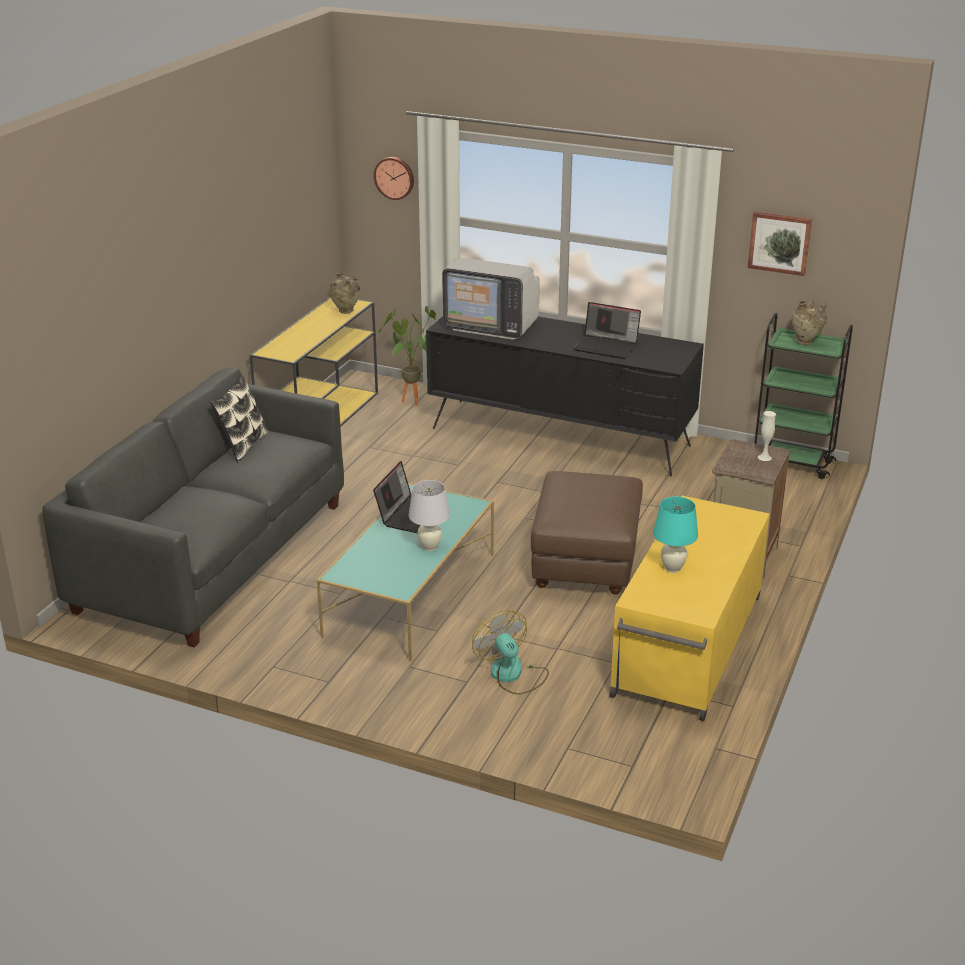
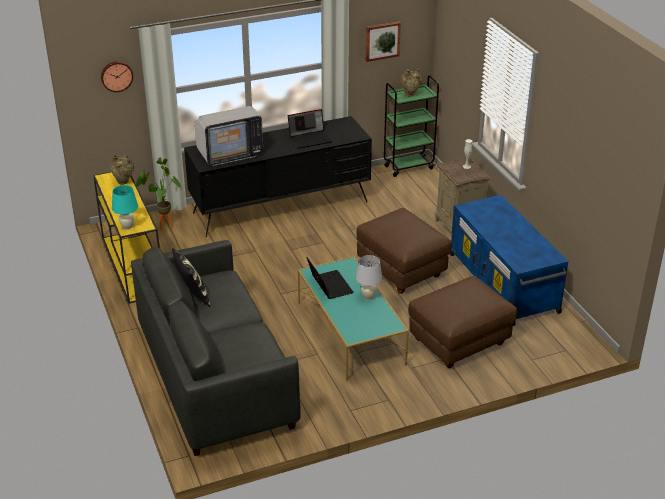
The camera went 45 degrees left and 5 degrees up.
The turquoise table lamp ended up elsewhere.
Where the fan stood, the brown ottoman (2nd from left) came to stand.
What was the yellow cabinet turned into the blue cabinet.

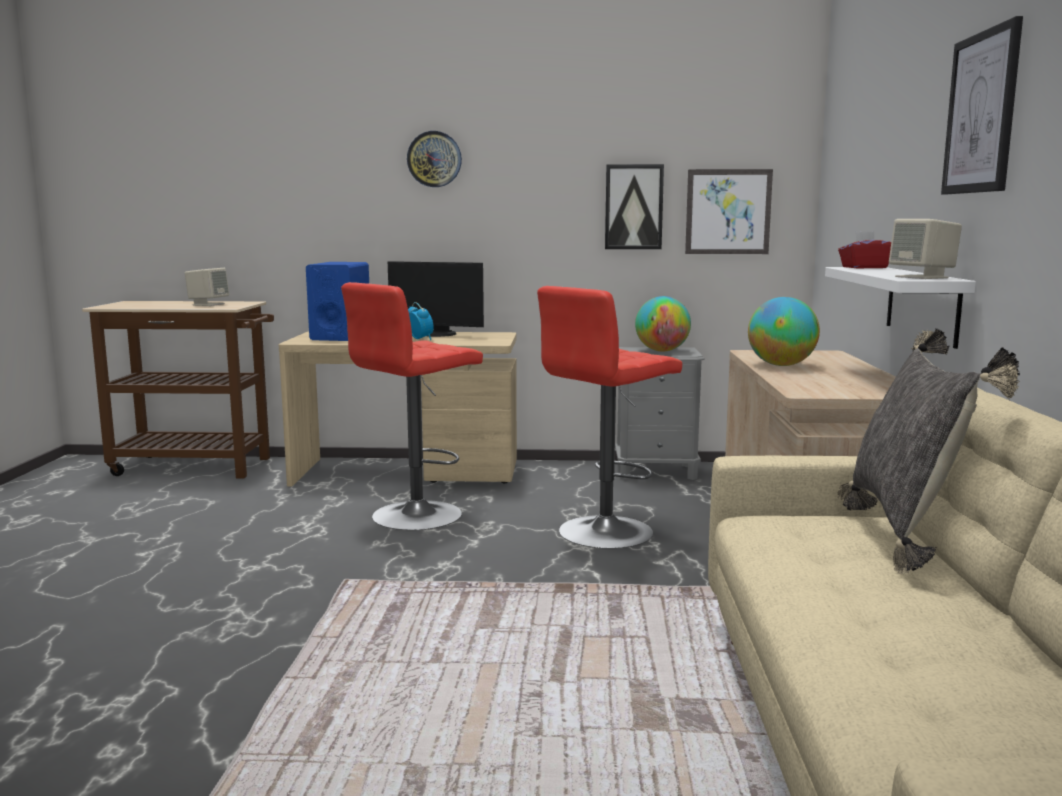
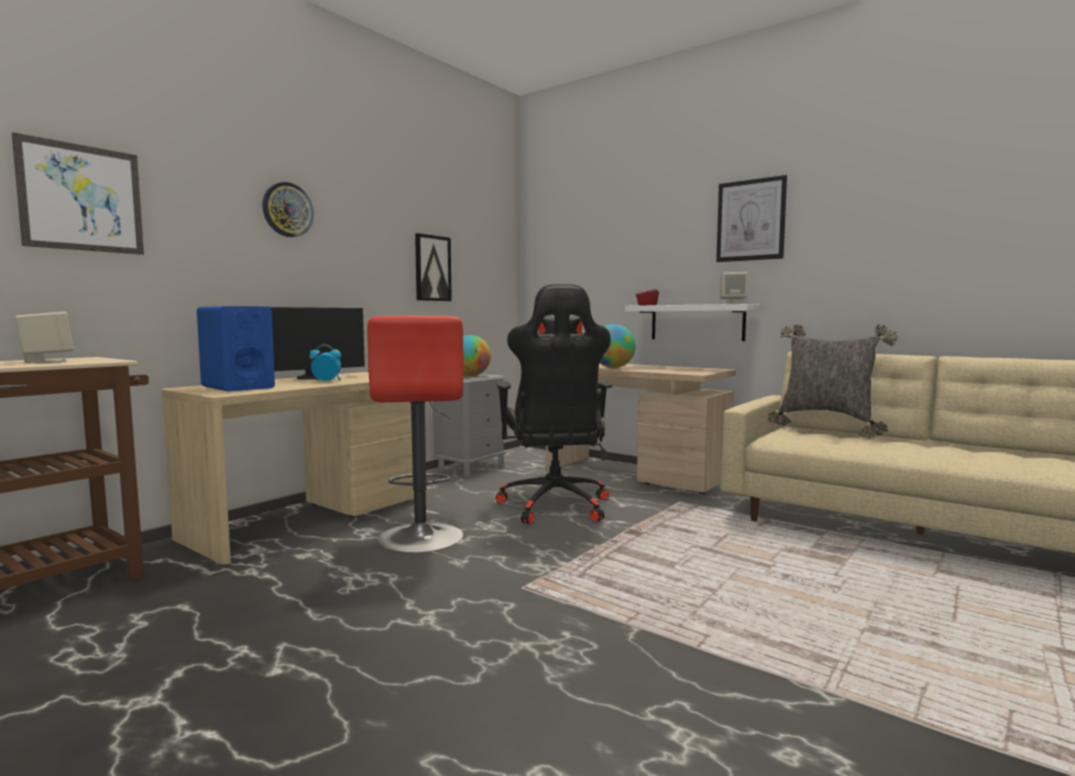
The camera went 55 degrees left and 5 degrees down.
The picture (2nd from left in the first image) ended up elsewhere.
Where the red stool (2nd from left) stood, the black office chair came to stand.

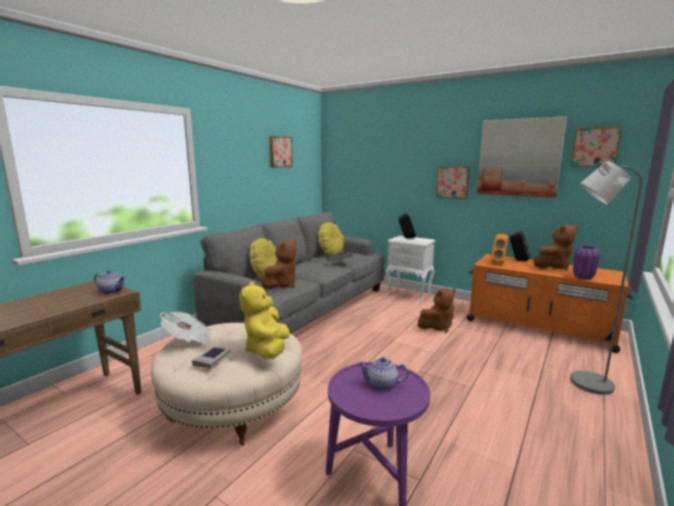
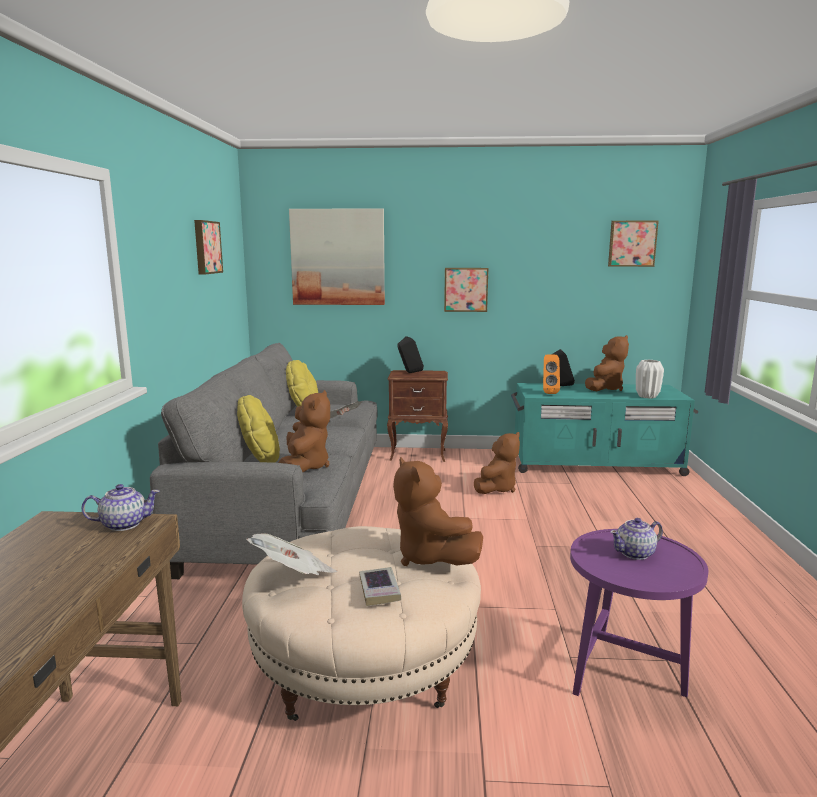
The camera went 30 degrees left and 0 degrees up.
The picture (3rd from left in the first image) ended up elsewhere.
What was the white nightstand turned into the brown nightstand.
What was the yellow plush toy turned into the brown plush toy (2nd from left).
What was the orange cabinet turned into the turquoise cabinet.
What was the purple vase turned into the white vase.
The second view lost the grey floor lamp.

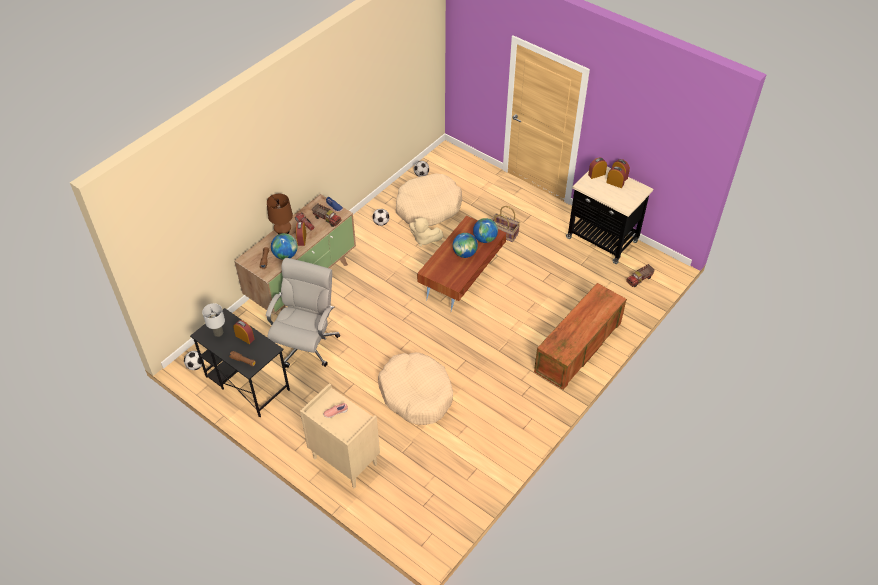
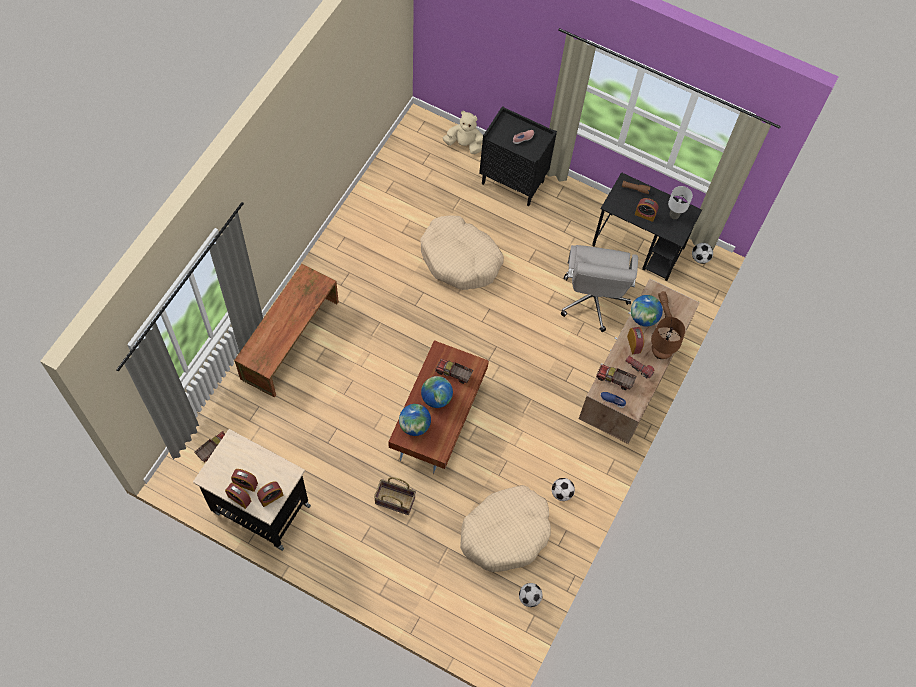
The camera went 165 degrees right and 15 degrees up.
The second view gained the toy truck (2nd from left).
The beige plush toy ended up elsewhere.
What was the beige cabinet turned into the black cabinet.

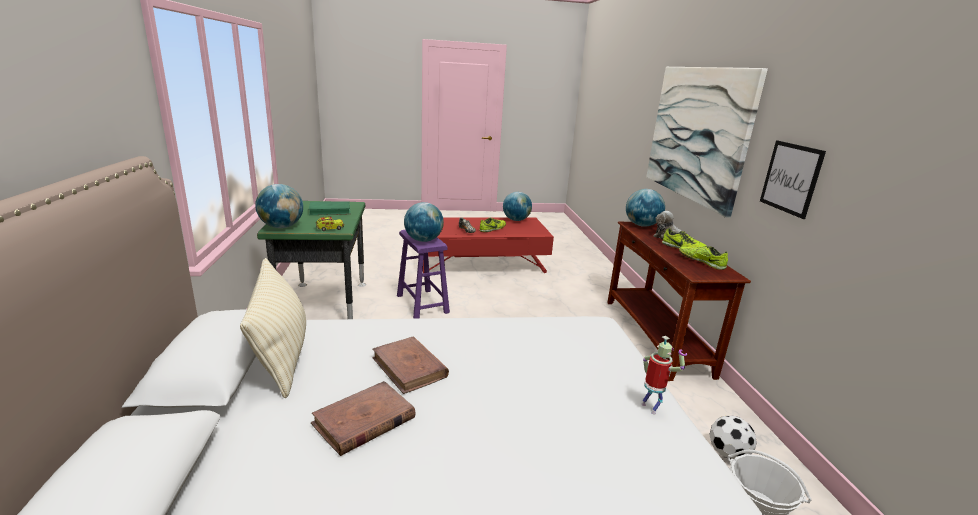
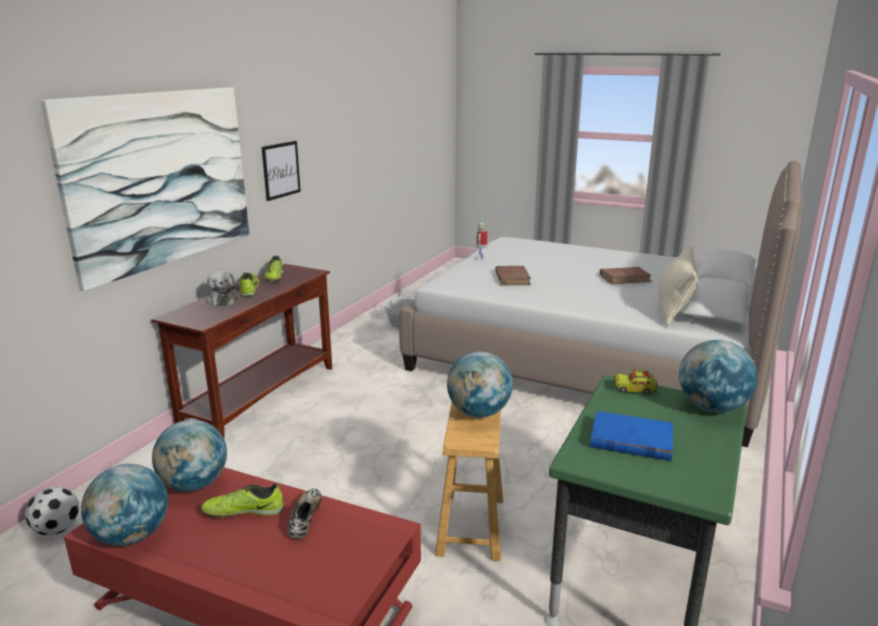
The camera went 145 degrees left and 0 degrees up.
The football ended up elsewhere.
The globe (4th from left in the first image) ended up elsewhere.
What was the purple stool turned into the brown stool.
The brown book (2nd from left in the first image) ended up elsewhere.
What was the green book turned into the blue book.

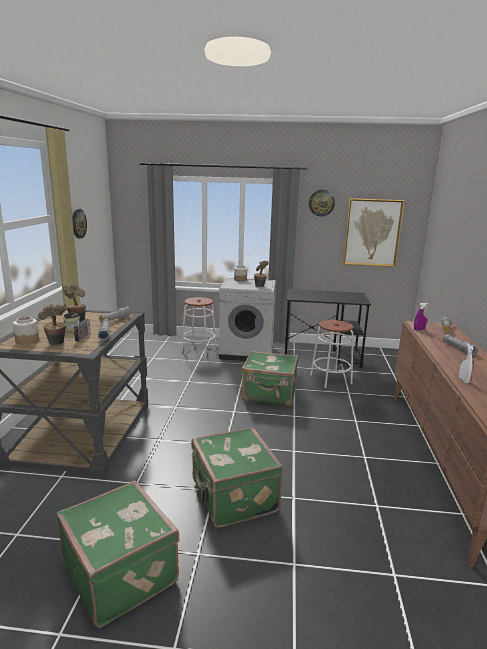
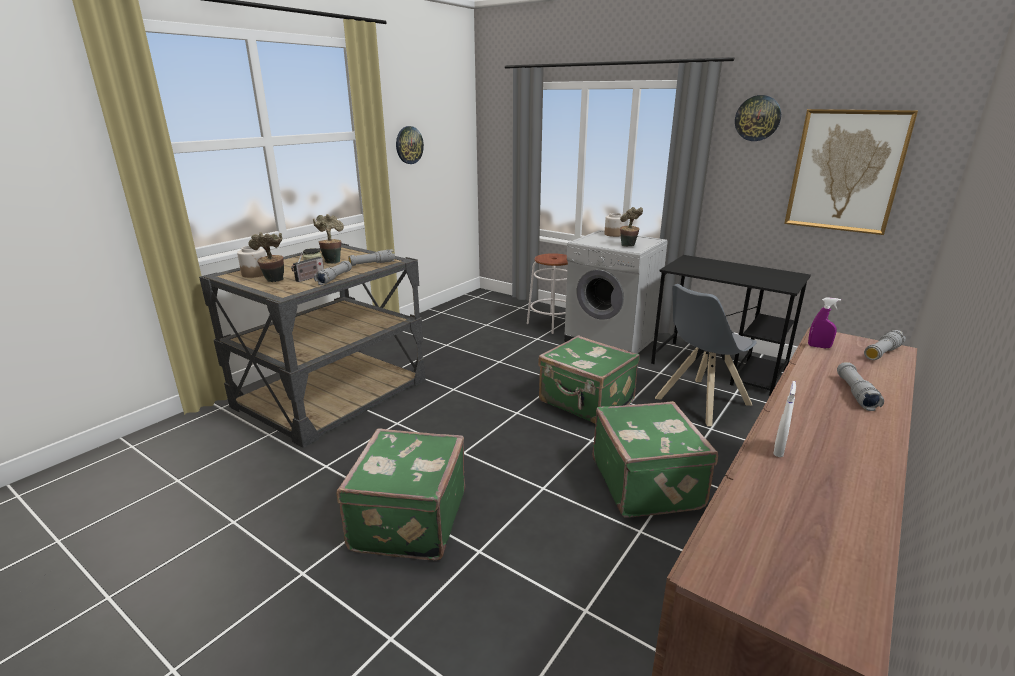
The camera went 30 degrees right and 5 degrees up.
The green suitcase (1st from left in the first image) ended up elsewhere.
Where the white stool (2nd from left) stood, the grey chair came to stand.

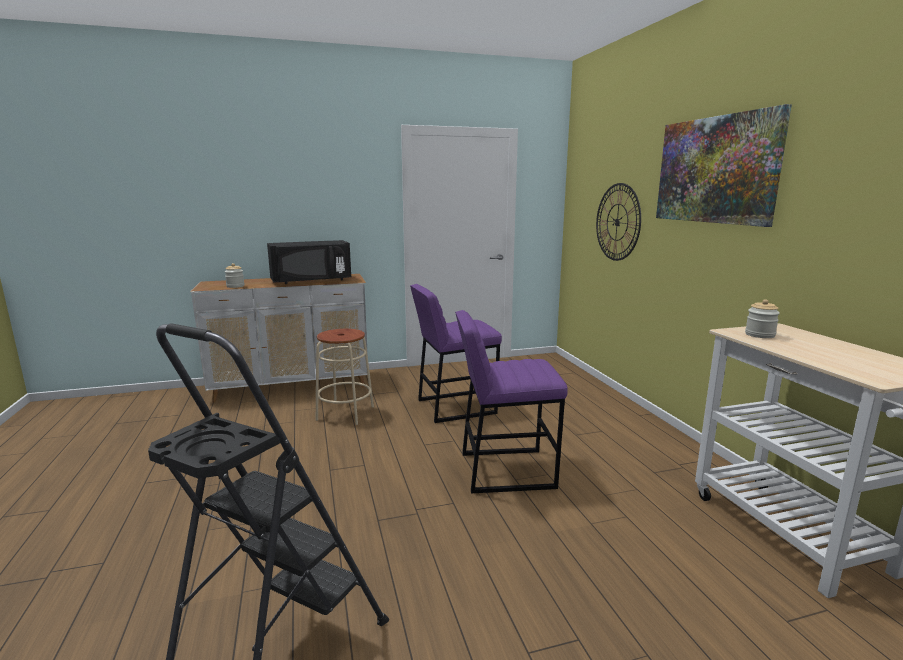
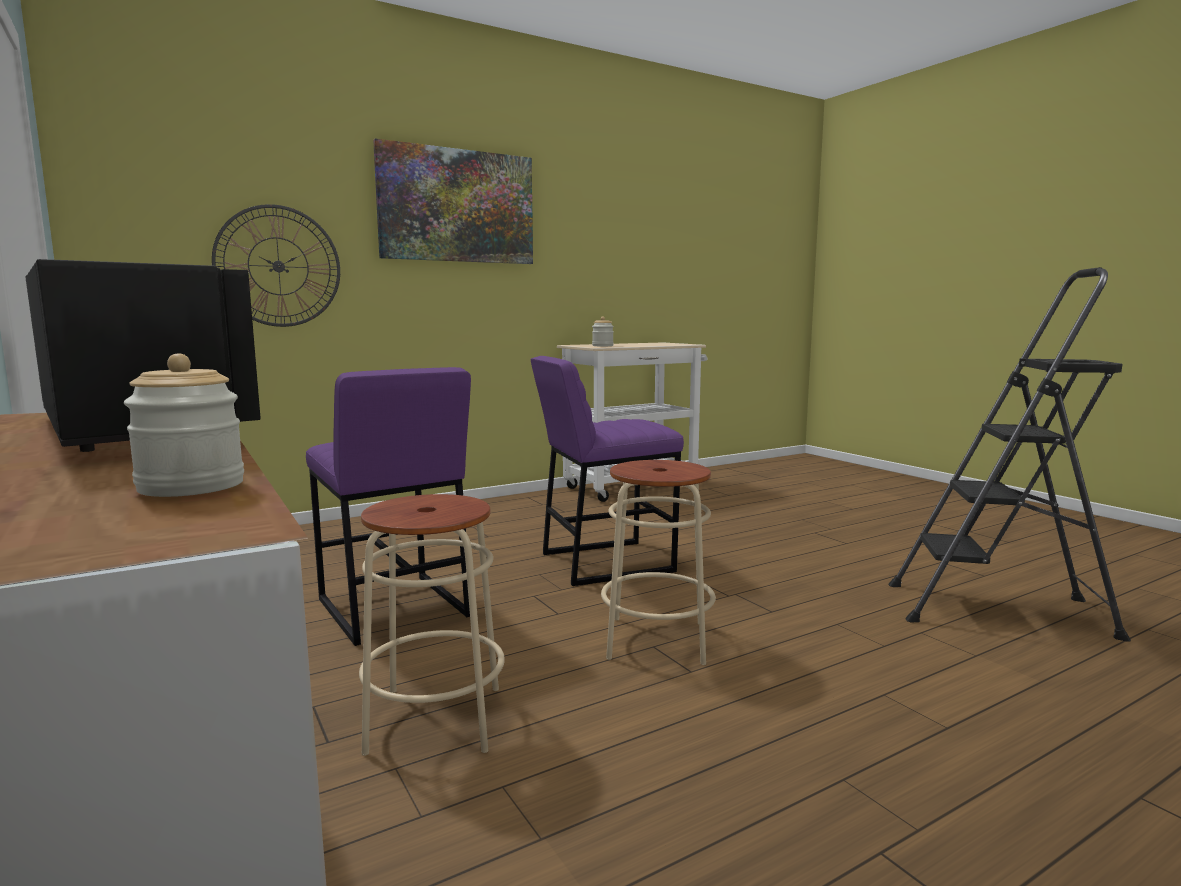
The camera went 105 degrees left and 5 degrees down.
The purple chair (2nd from left) ended up facing another way, 90 degrees clockwise from before.
The second view gained the beige stool (2nd from left).

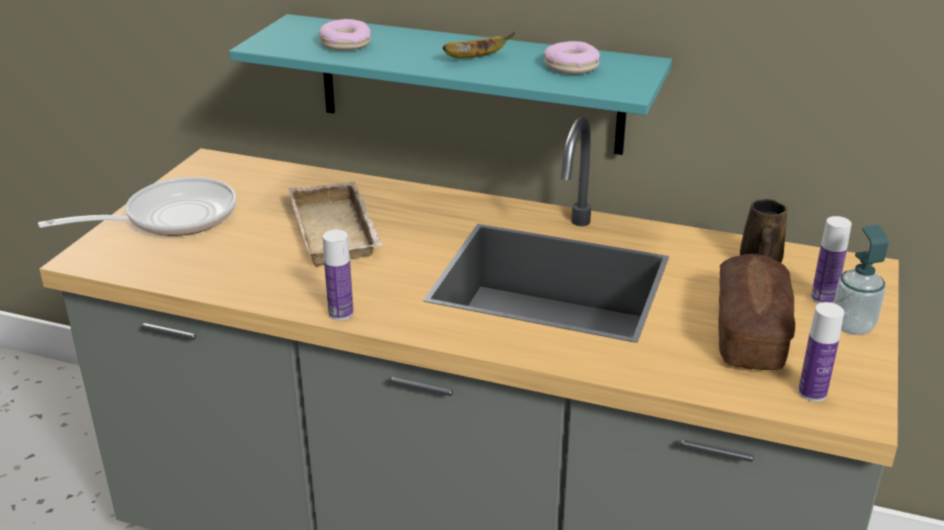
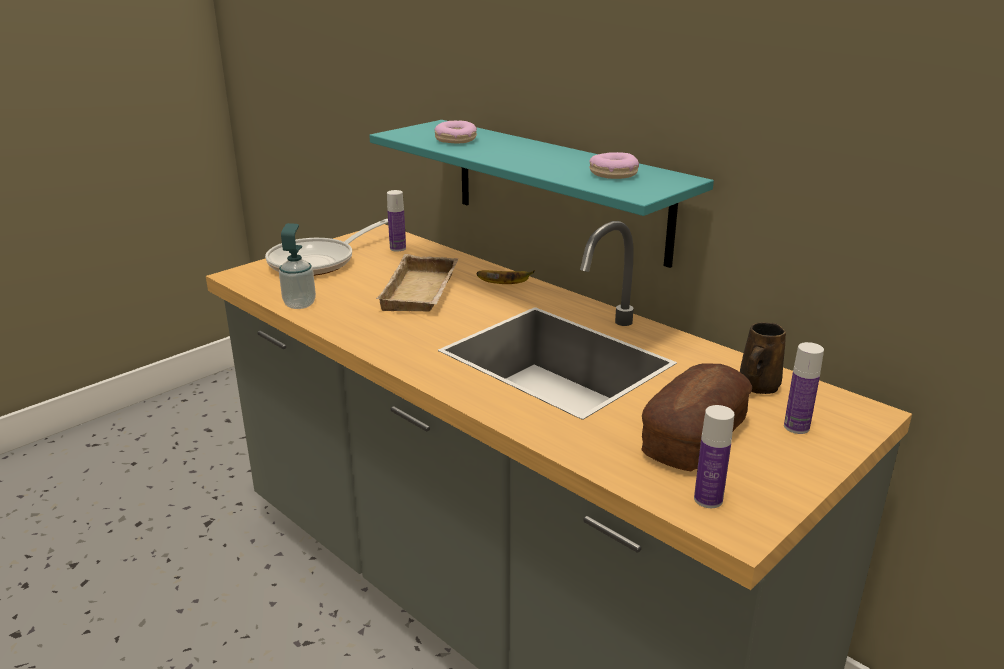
The camera went 25 degrees right and 5 degrees down.
The frying pan ended up facing another way, 135 degrees clockwise from before.
The soap dispenser ended up elsewhere.
The bottle (1st from left) ended up elsewhere.
The banana ended up elsewhere.

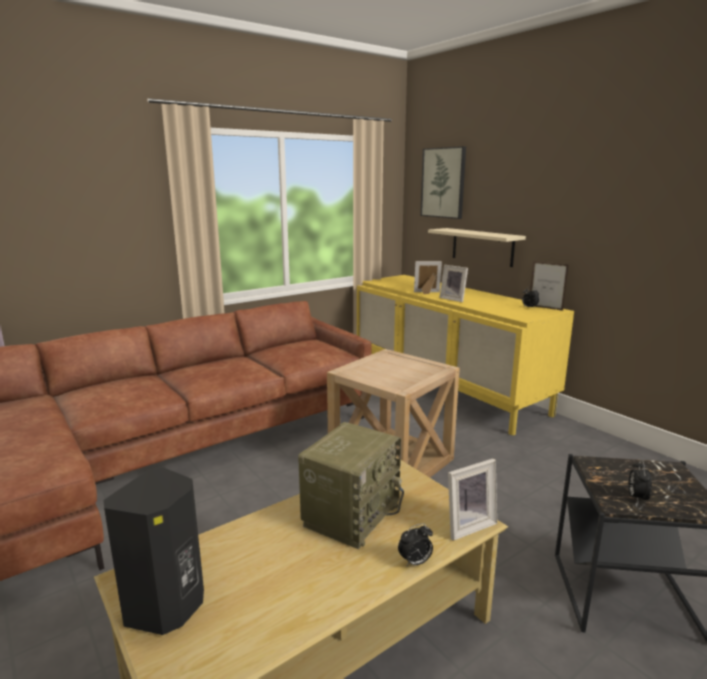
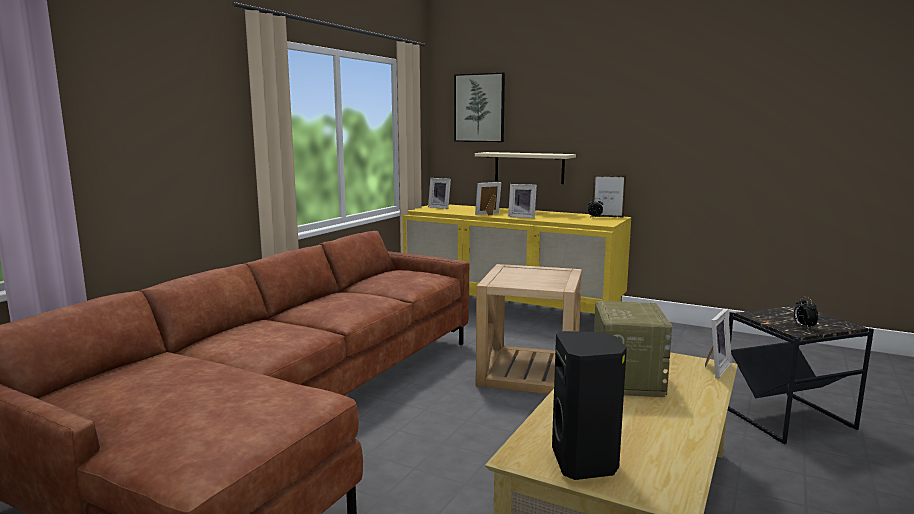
The camera went 25 degrees left and 5 degrees down.
The second view gained the picture frame (1st from left).
The second view lost the alarm clock (1st from left).

